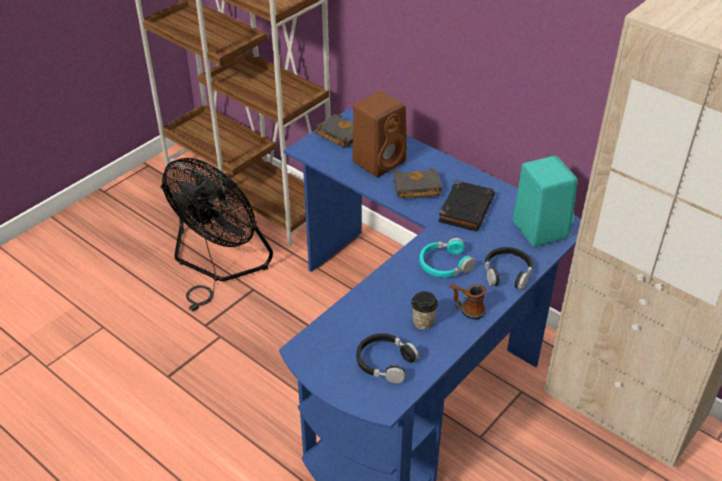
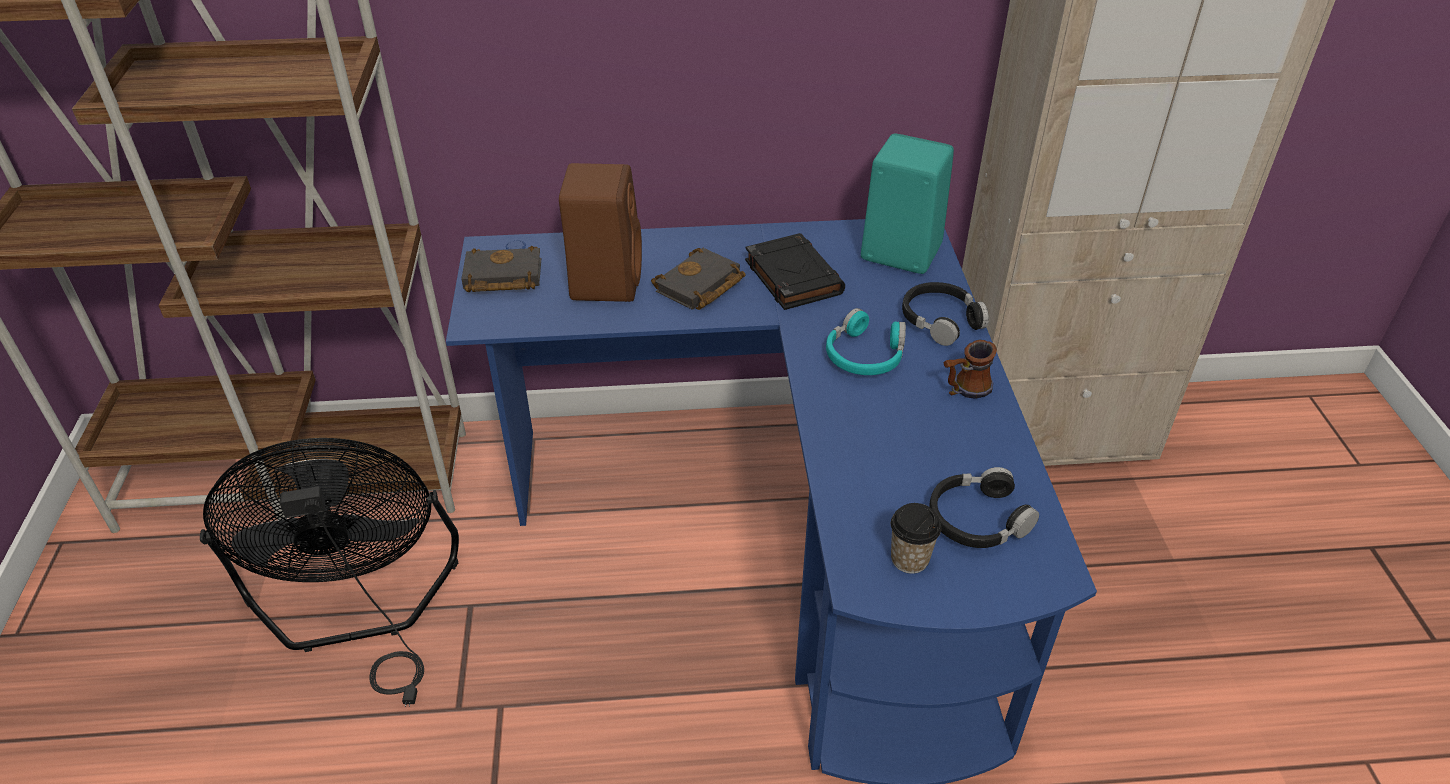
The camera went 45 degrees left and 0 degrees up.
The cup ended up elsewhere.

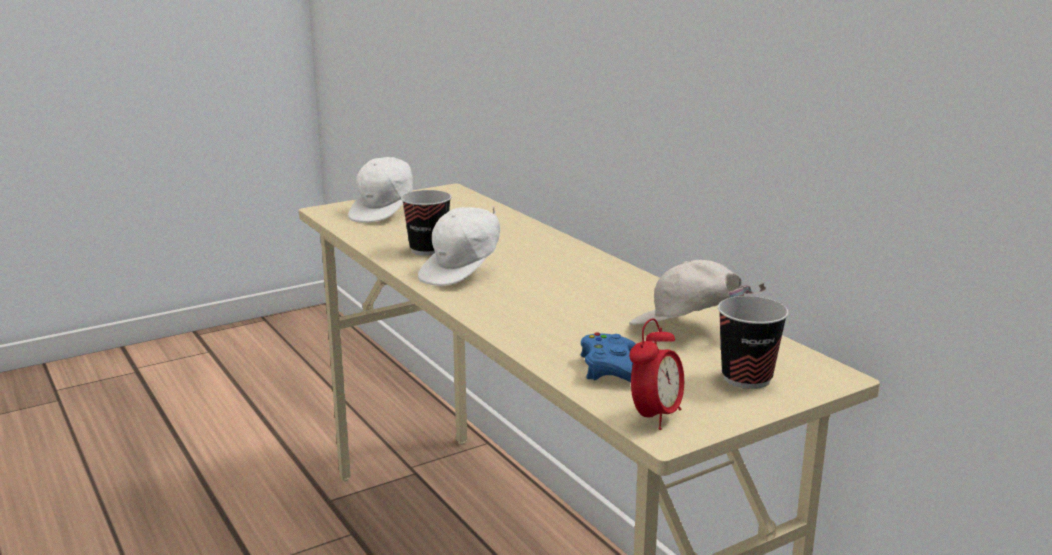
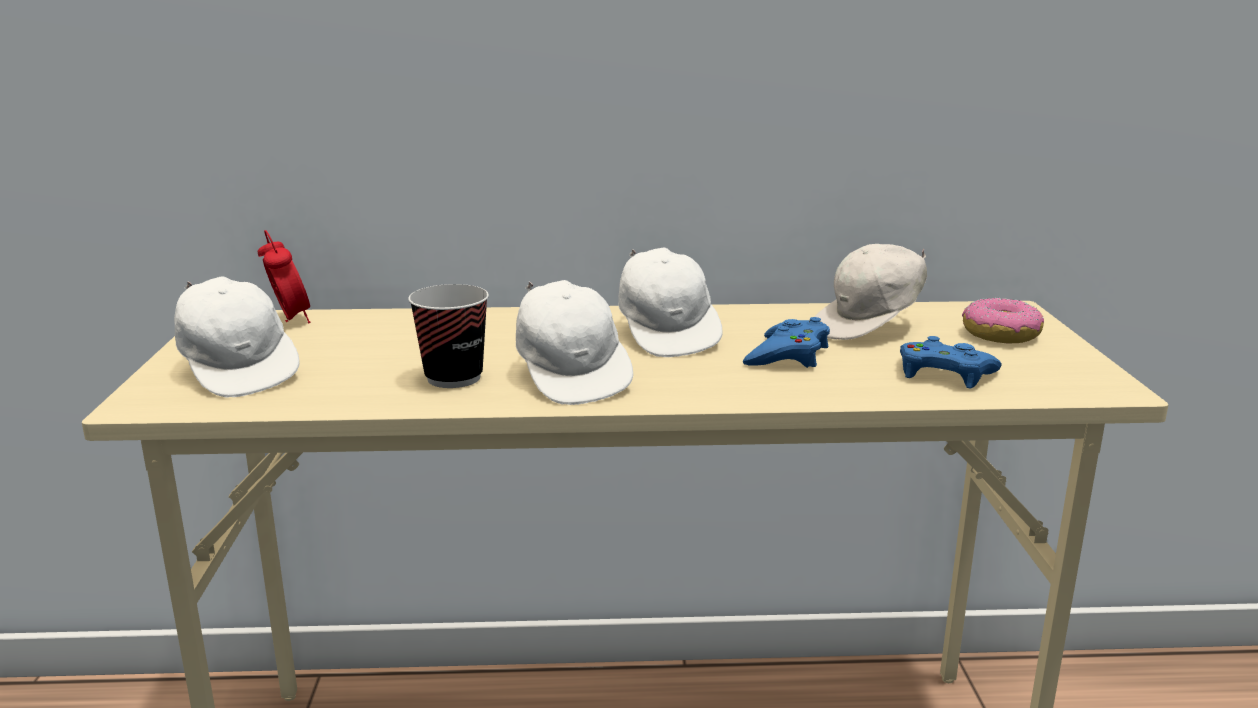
The camera went 60 degrees left and 0 degrees up.
The alarm clock ended up elsewhere.
The second view gained the white cap (3rd from left).
The second view gained the blue game controller (1st from left).
Where the cup (2nd from left) stood, the donut came to stand.

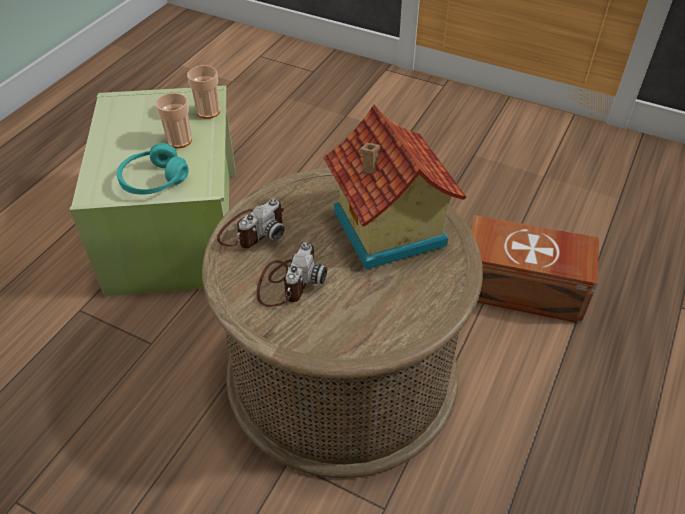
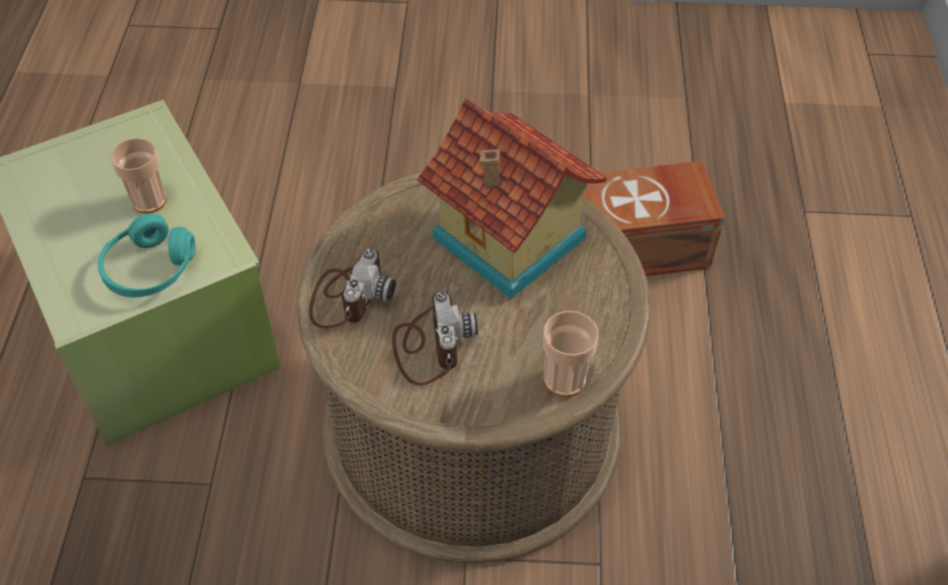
The camera went 25 degrees left and 5 degrees up.
The cup (2nd from left) ended up elsewhere.

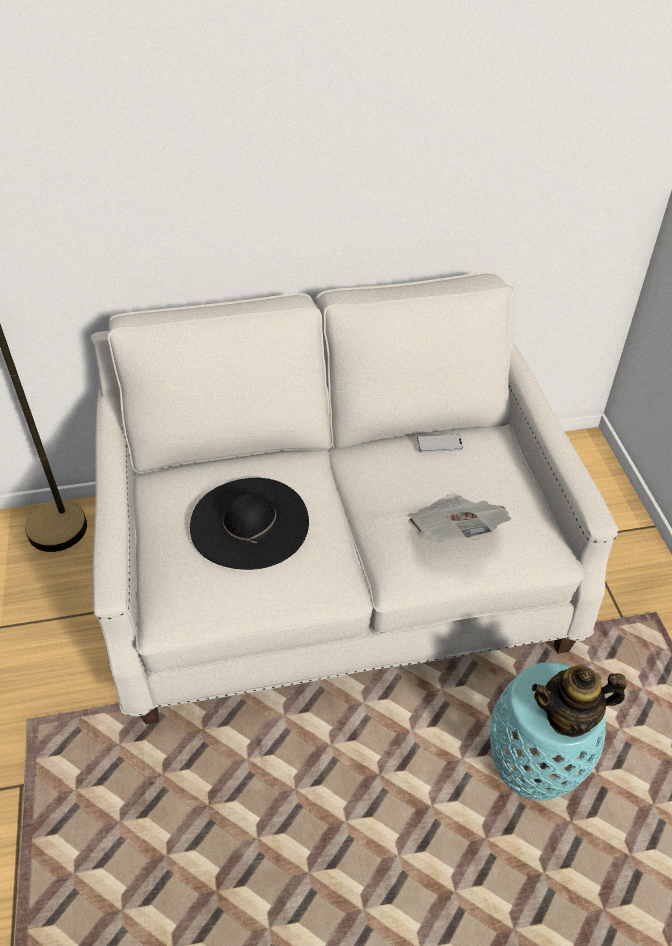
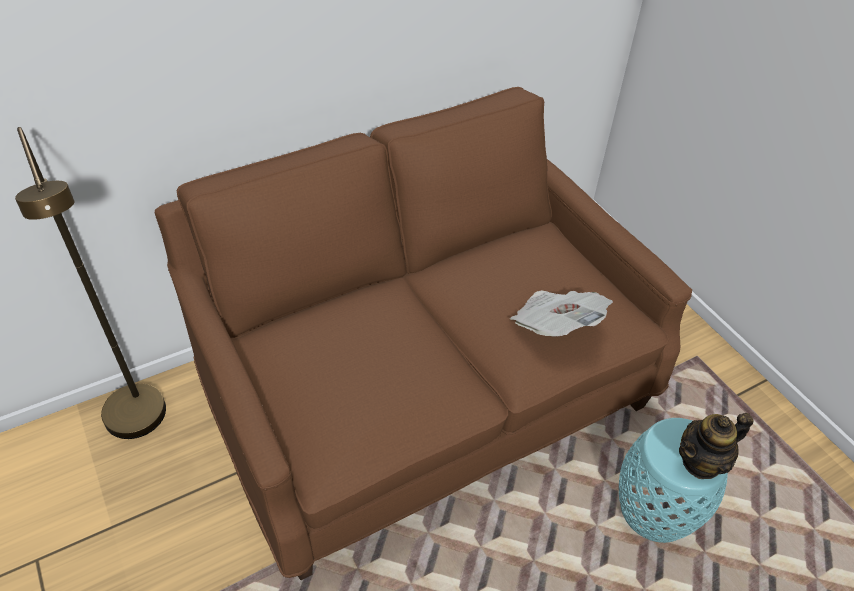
The camera went 20 degrees left and 0 degrees up.
What was the white sofa turned into the brown sofa.
The second view lost the black hat.
The second view lost the phone.

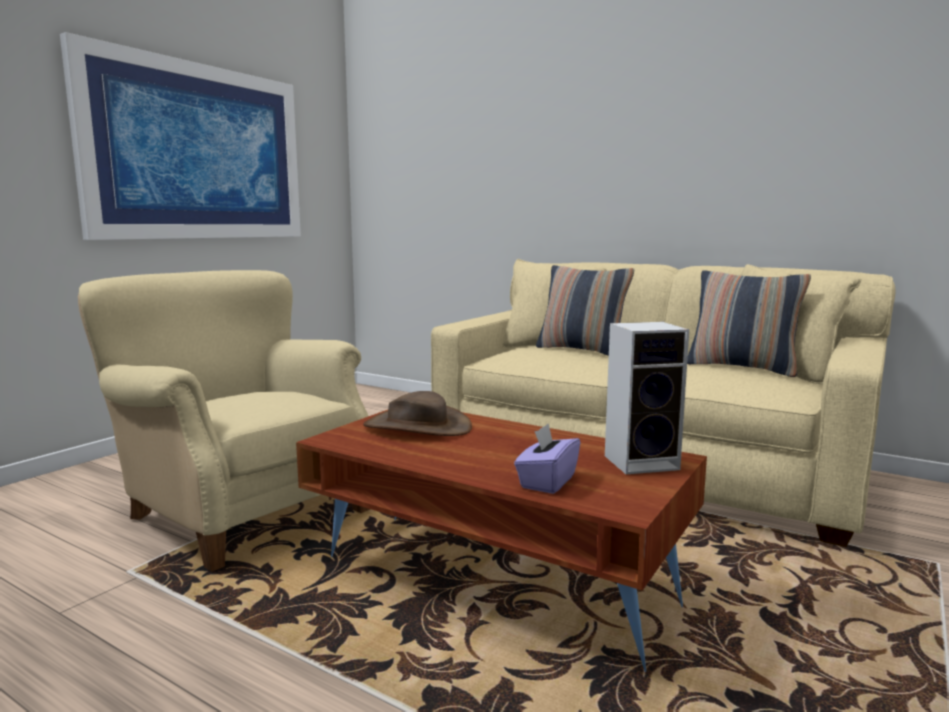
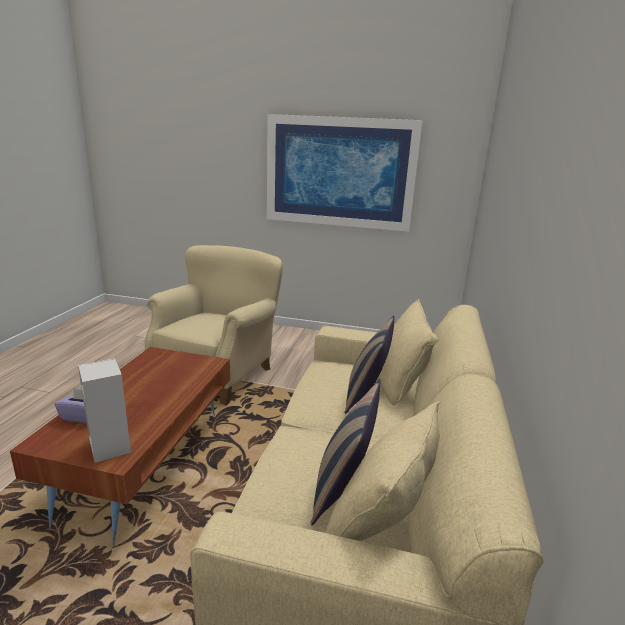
The camera went 70 degrees right and 10 degrees up.
The second view lost the brown hat.

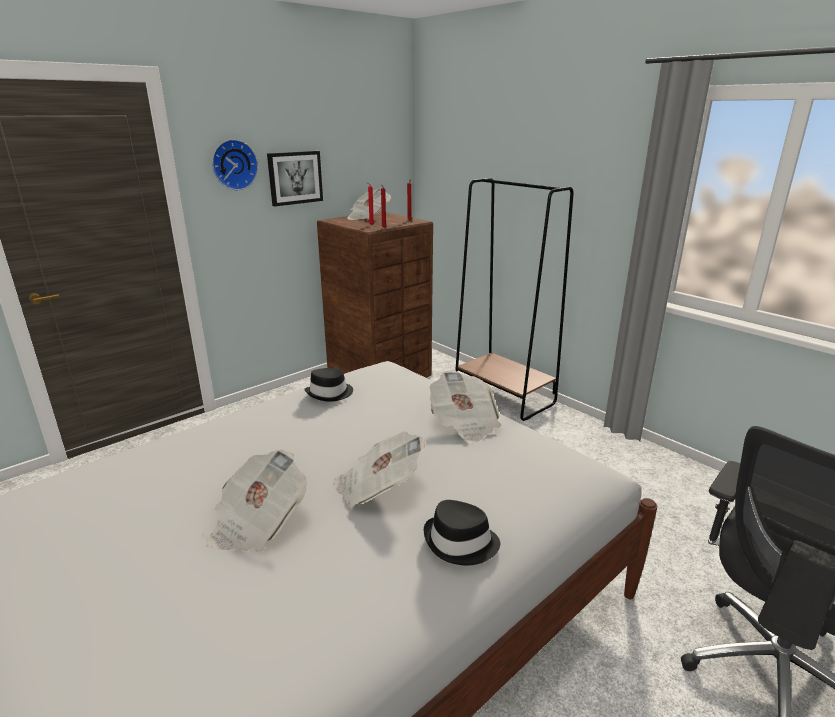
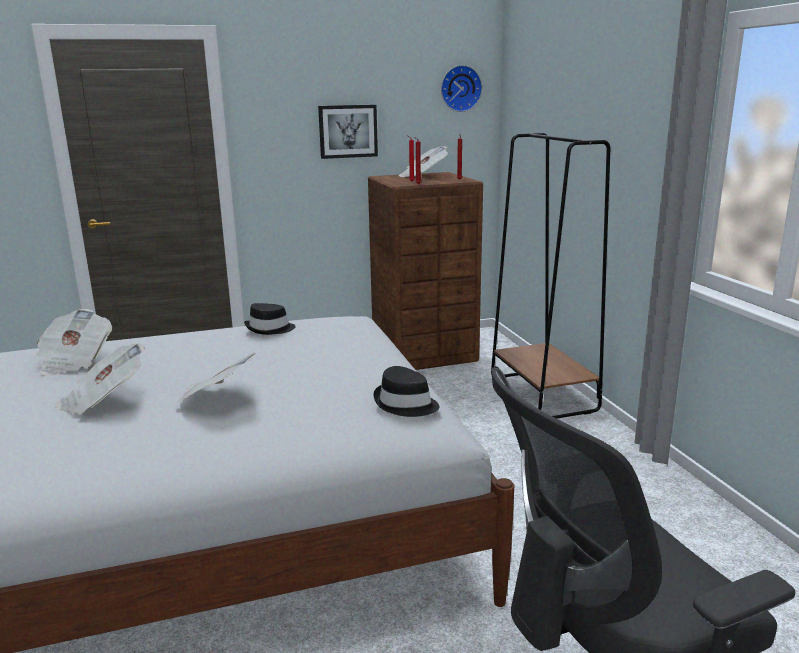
The camera went 25 degrees right and 5 degrees down.
The newspaper (4th from left in the first image) ended up elsewhere.
The black hat (2nd from left) ended up elsewhere.
The wall clock ended up elsewhere.

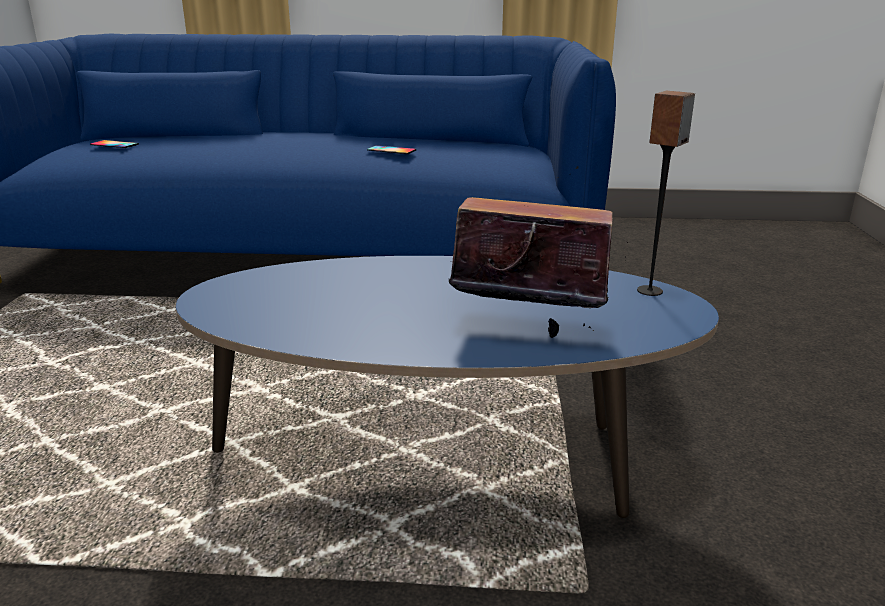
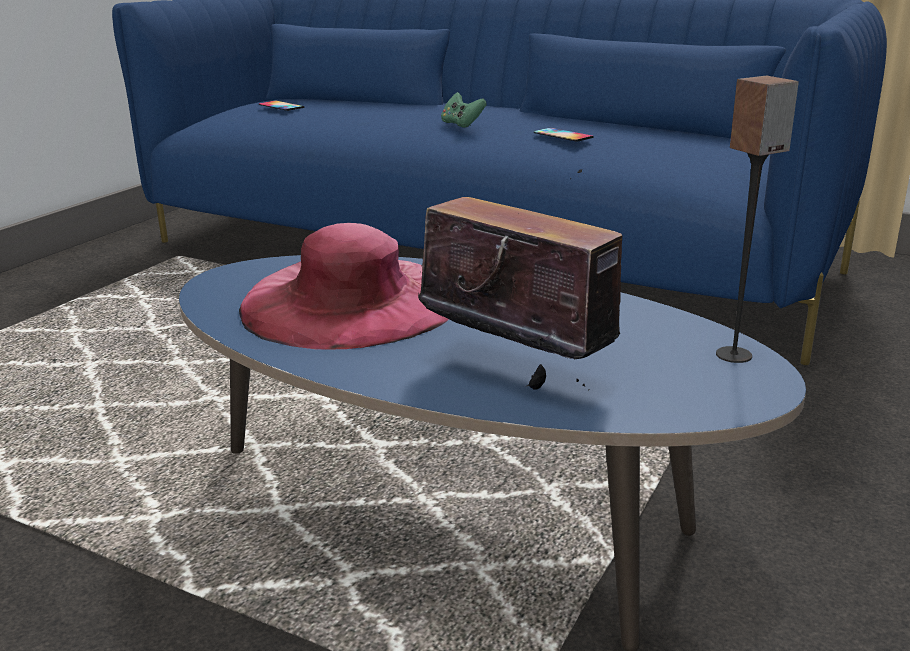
The camera went 25 degrees right and 0 degrees up.
The second view gained the pink hat.
The second view gained the green game controller.

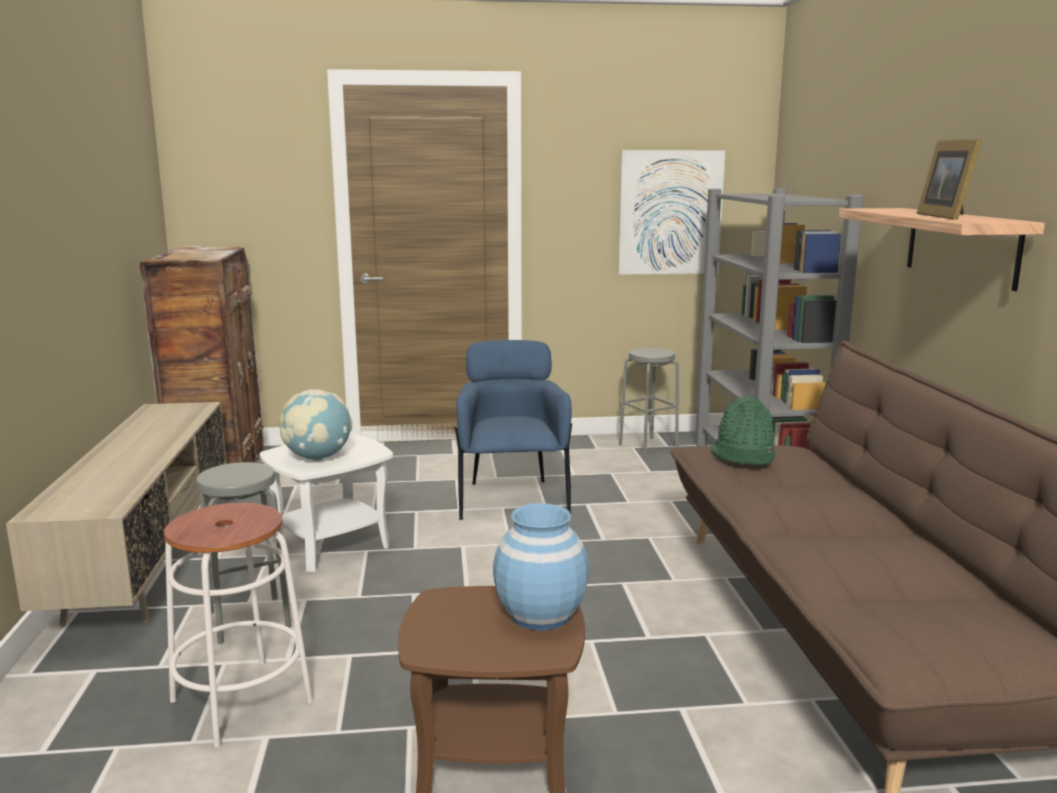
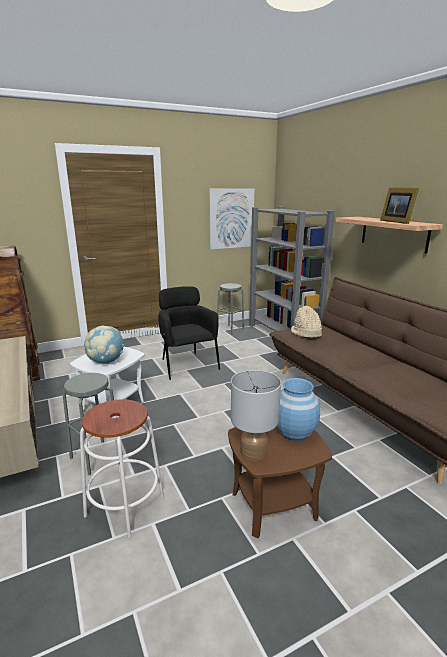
The camera went 20 degrees left and 5 degrees up.
What was the blue armchair turned into the black armchair.
The second view gained the grey table lamp.
What was the green hat turned into the beige hat.

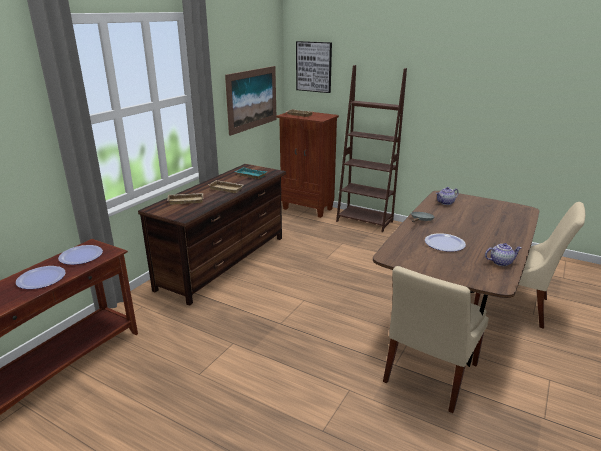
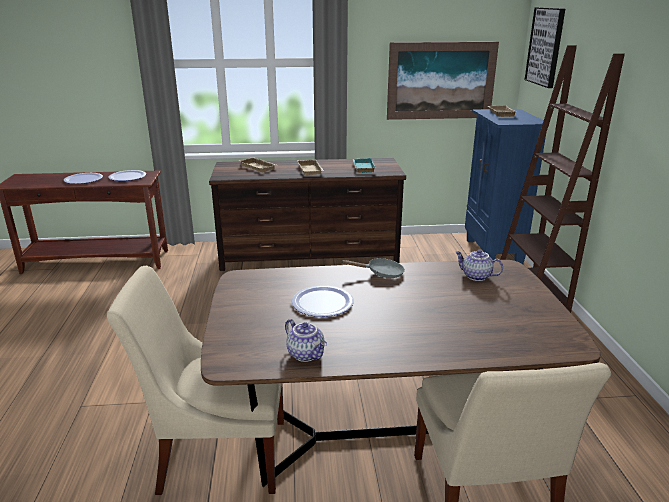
The camera went 55 degrees right and 0 degrees up.
What was the brown cabinet turned into the blue cabinet.

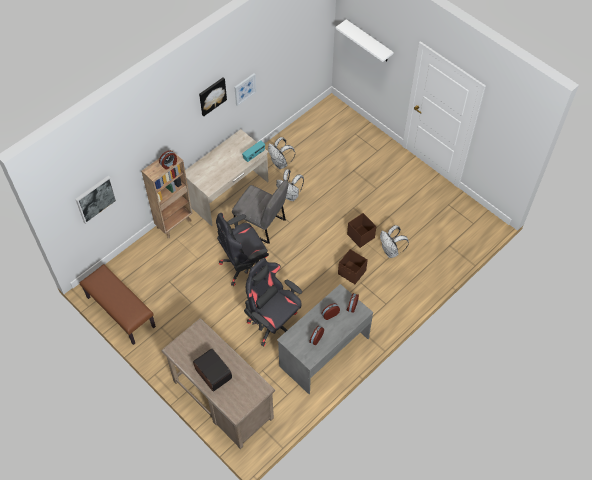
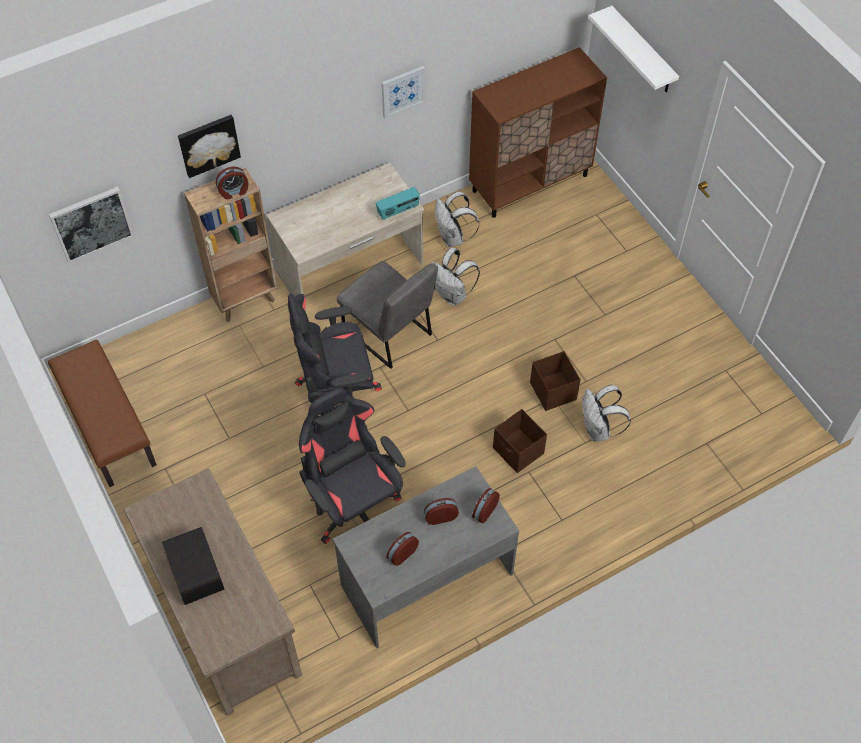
The camera went 15 degrees right and 0 degrees up.
The picture (2nd from left) ended up elsewhere.
The second view gained the brown cabinet.

